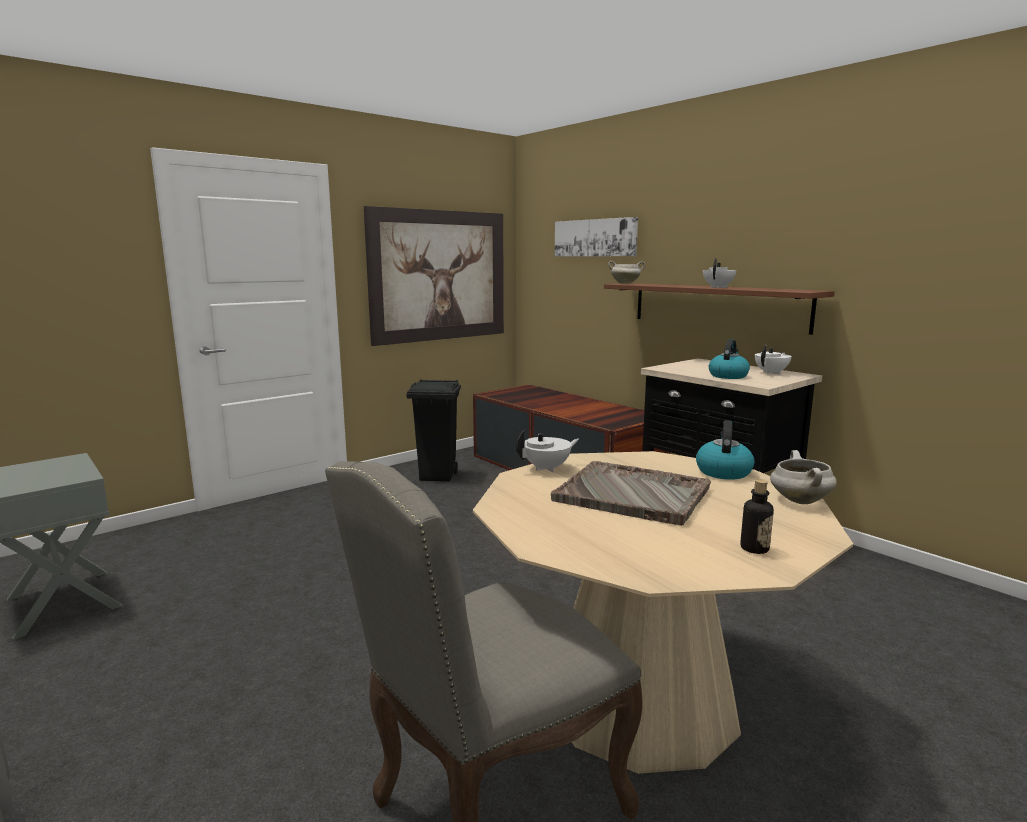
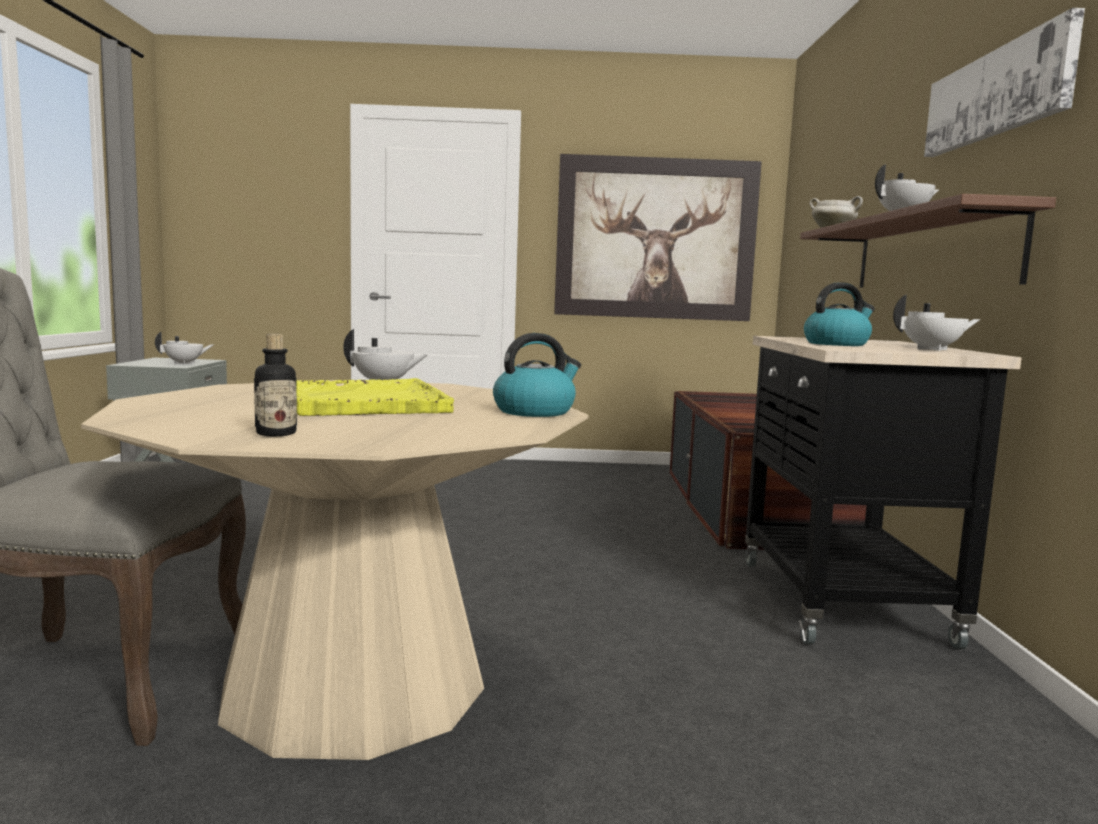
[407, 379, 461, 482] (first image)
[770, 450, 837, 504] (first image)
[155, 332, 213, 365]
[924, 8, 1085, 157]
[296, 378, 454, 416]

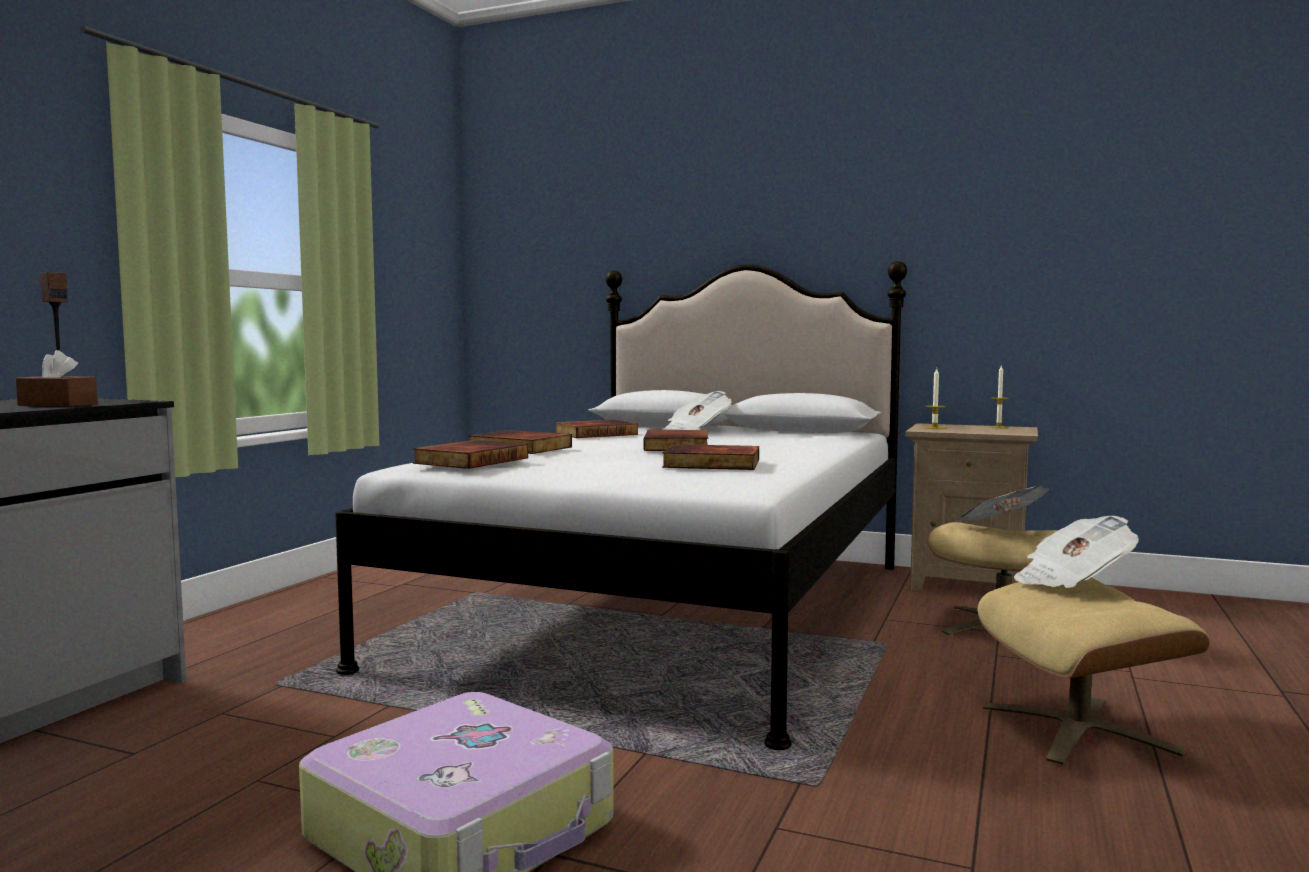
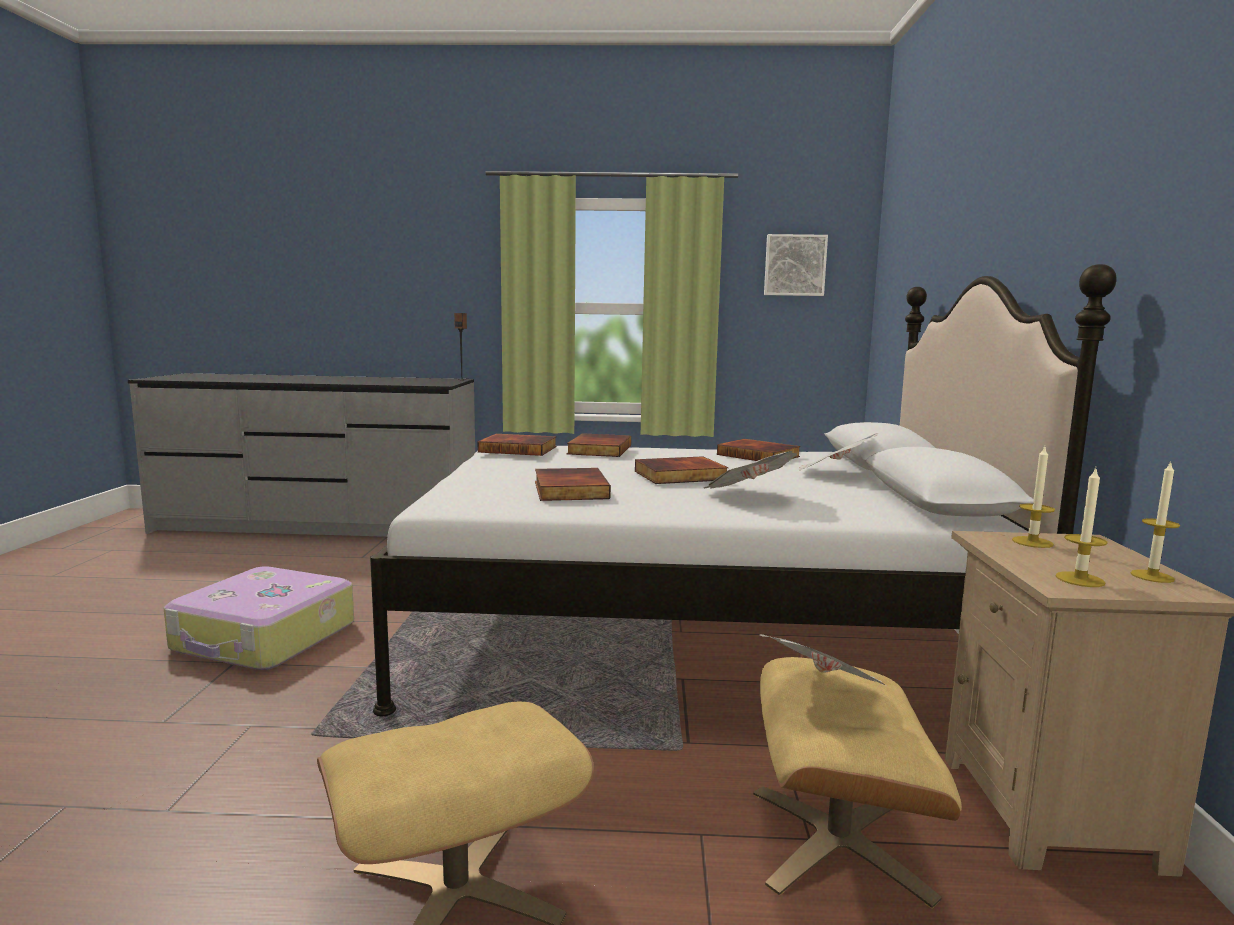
[16, 350, 98, 407] (first image)
[764, 234, 828, 296]
[1055, 468, 1108, 587]
[704, 451, 797, 489]

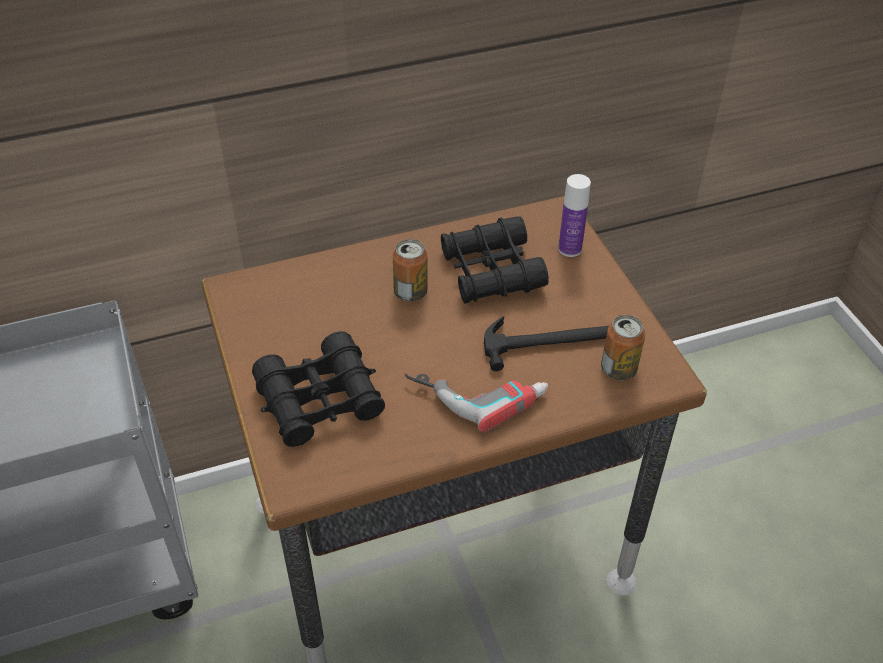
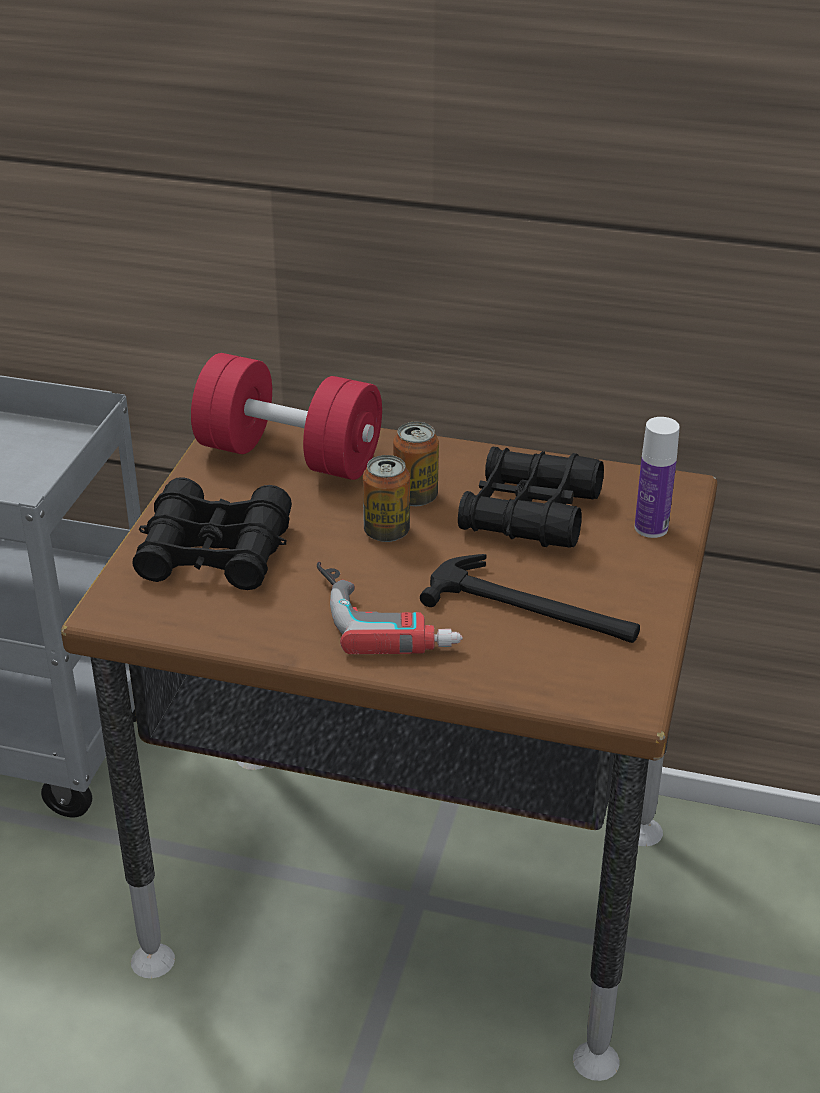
[191, 353, 382, 480]
[363, 455, 410, 542]

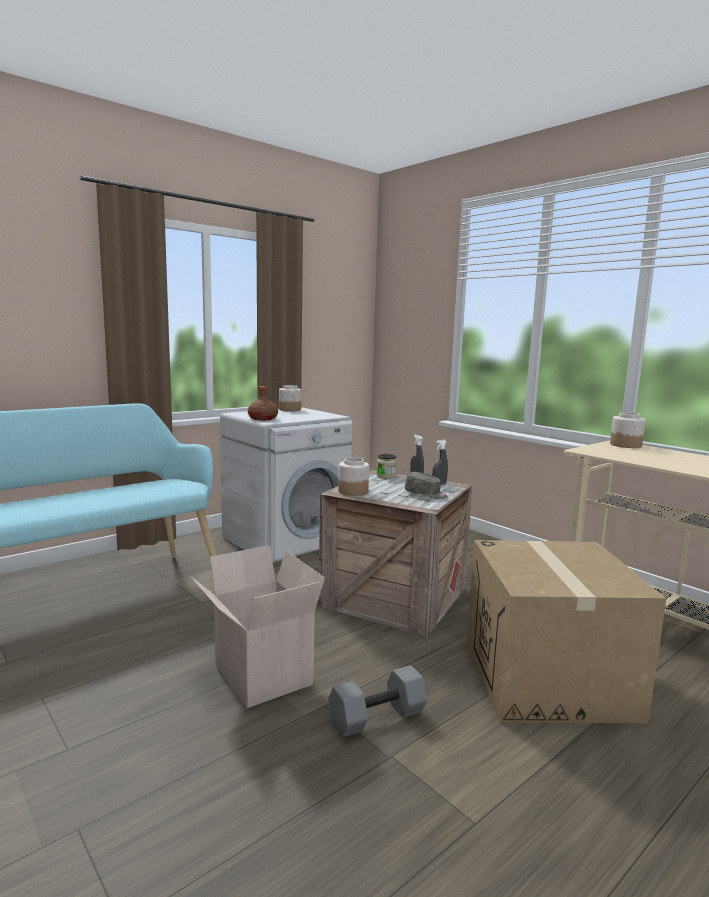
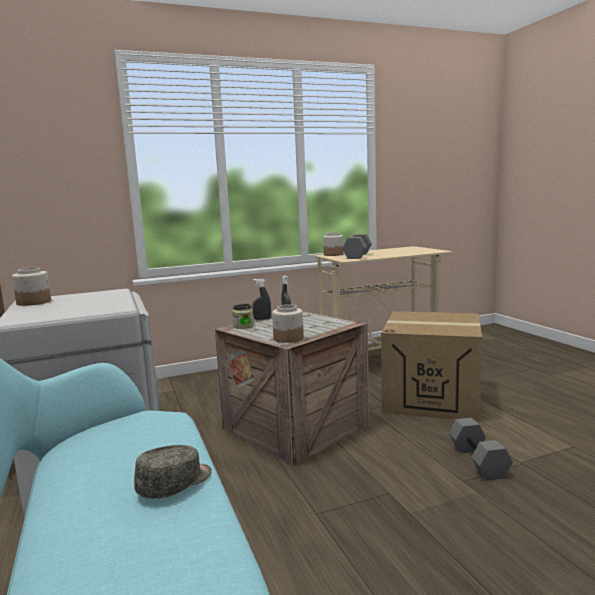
[191, 545, 325, 708] (first image)
[248, 386, 278, 420] (first image)
[342, 234, 372, 259]
[134, 445, 212, 499]

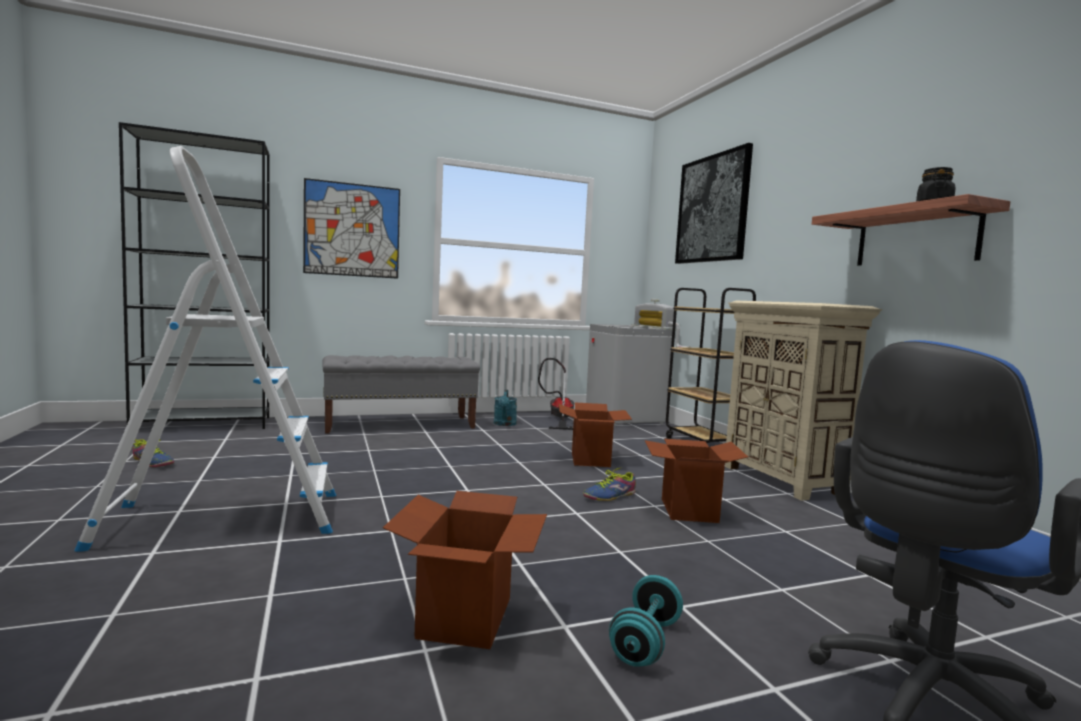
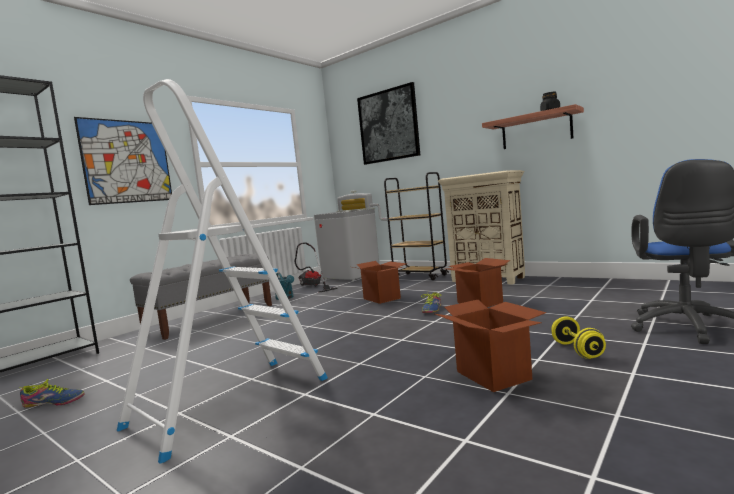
[551, 316, 606, 359]

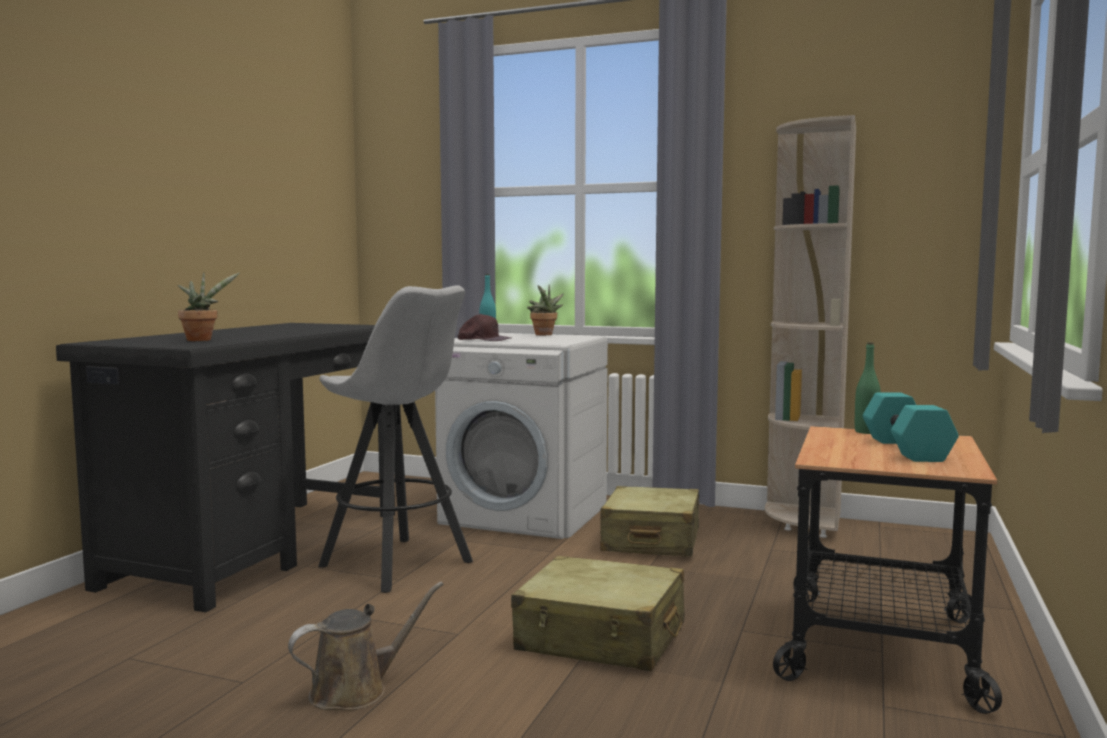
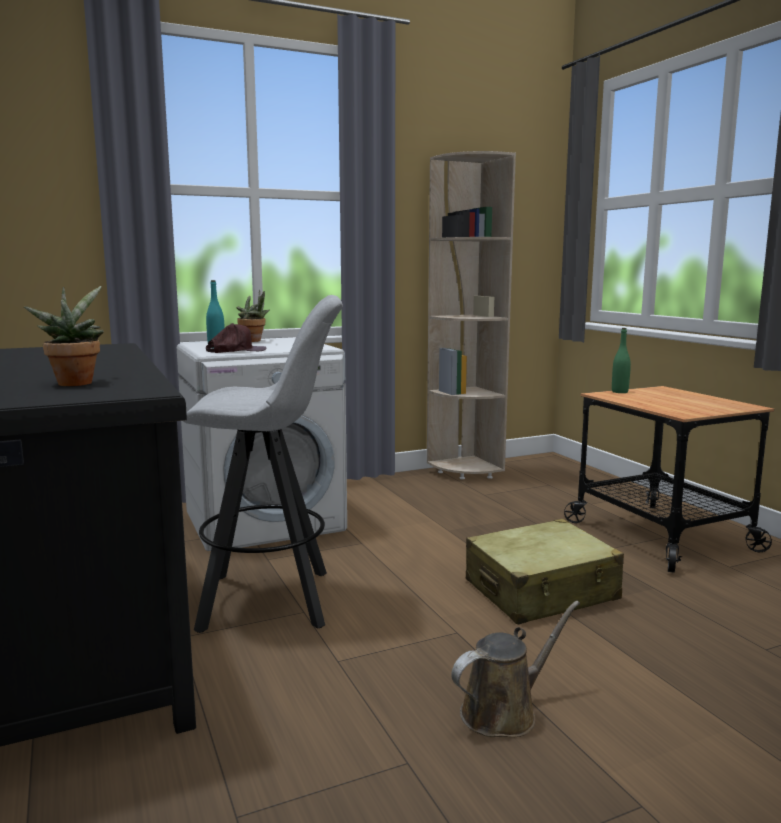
[600, 486, 699, 557] (first image)
[863, 393, 959, 462] (first image)
[451, 601, 580, 738]

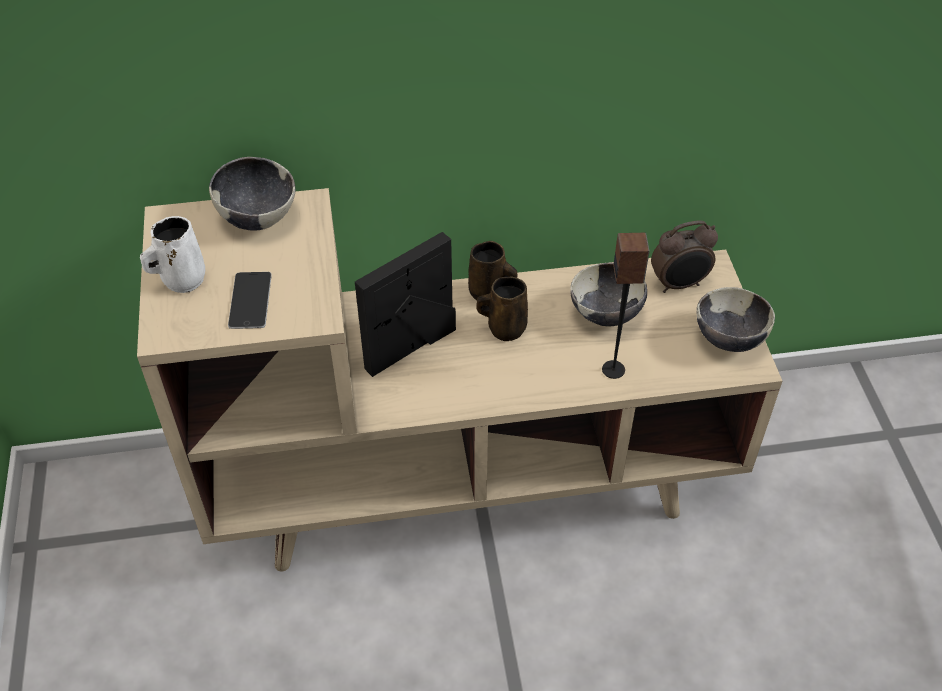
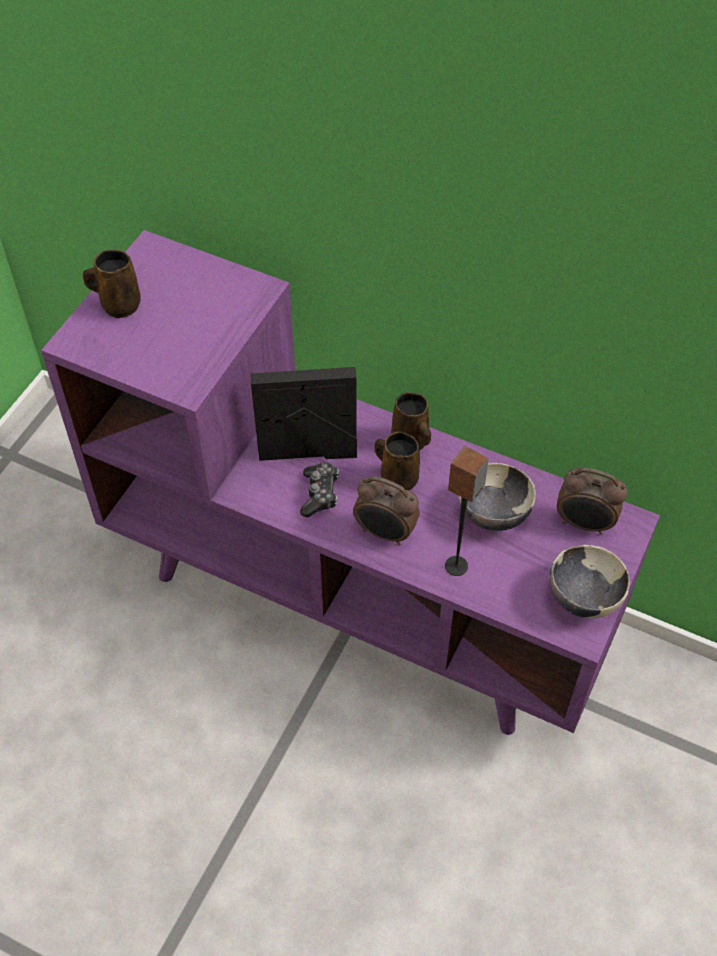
[209, 157, 295, 231] (first image)
[228, 272, 272, 329] (first image)
[300, 462, 339, 517]
[353, 476, 420, 545]
[41, 230, 660, 735]
[83, 250, 141, 318]

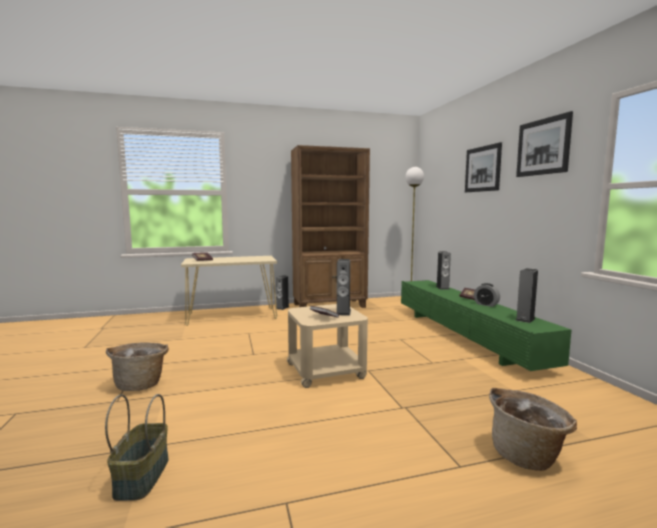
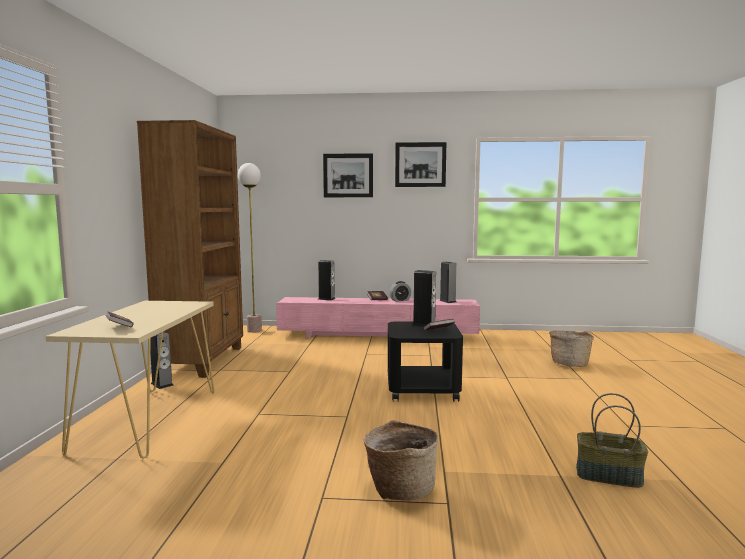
[388, 321, 463, 402]
[276, 297, 480, 339]

